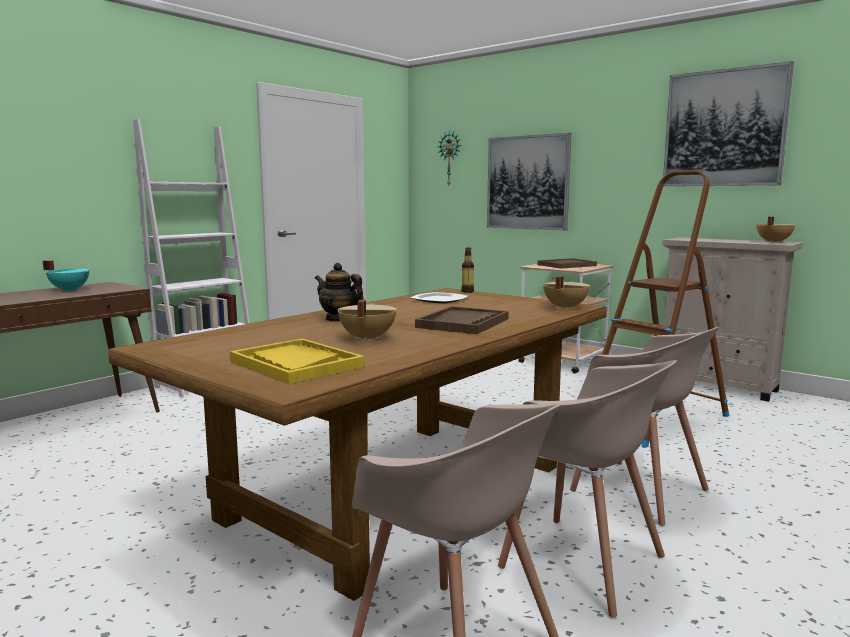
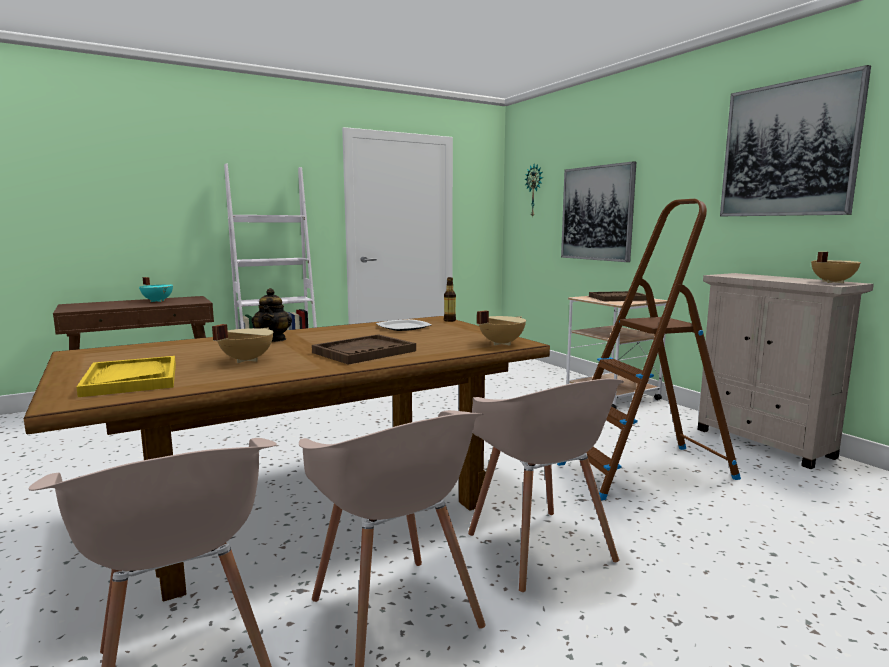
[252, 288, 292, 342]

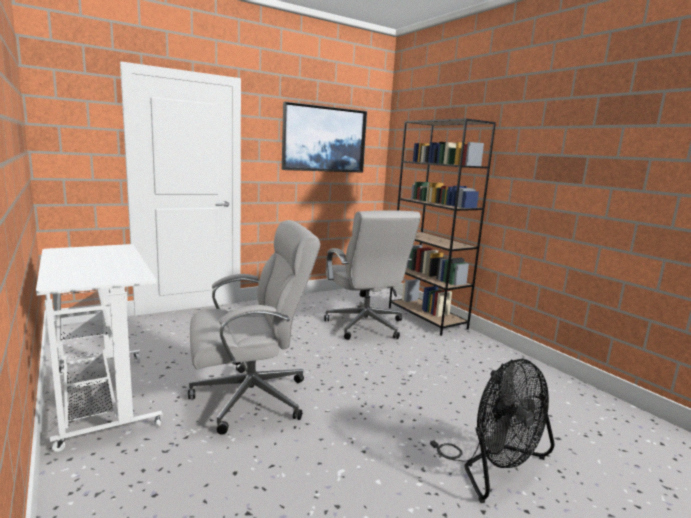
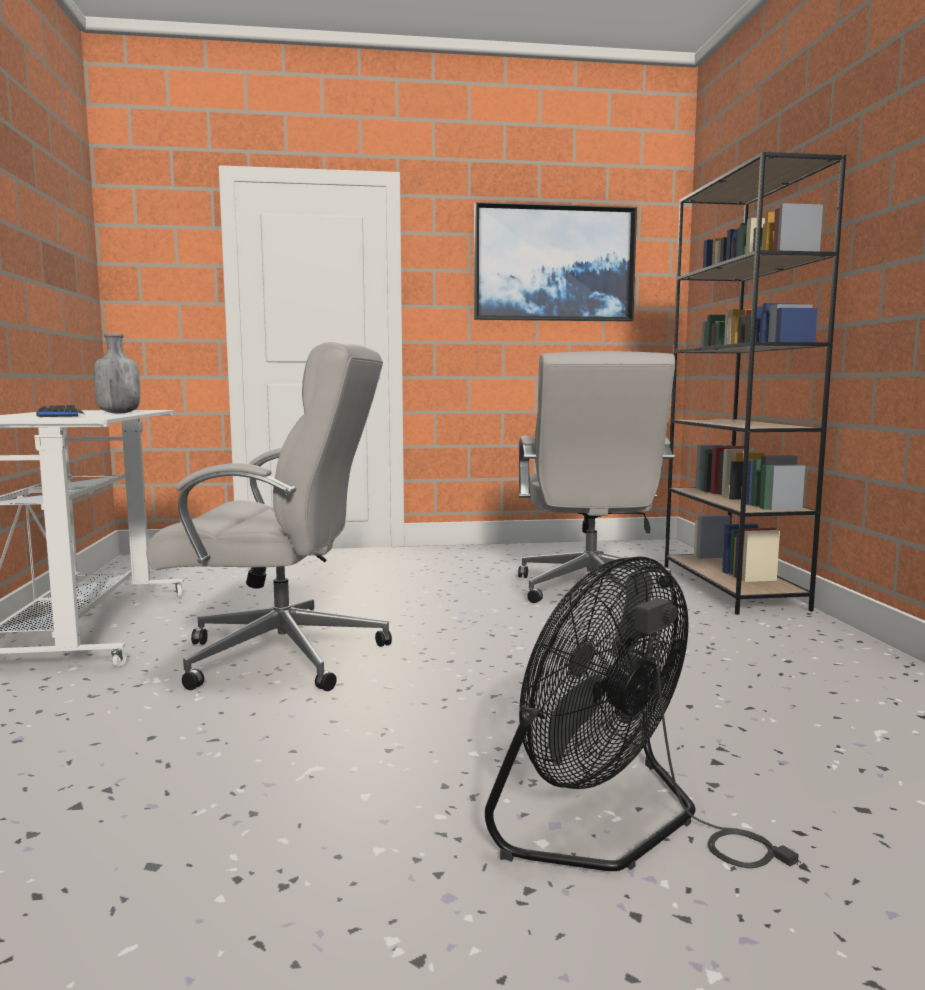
[36, 405, 84, 417]
[94, 333, 140, 413]
[485, 557, 801, 871]

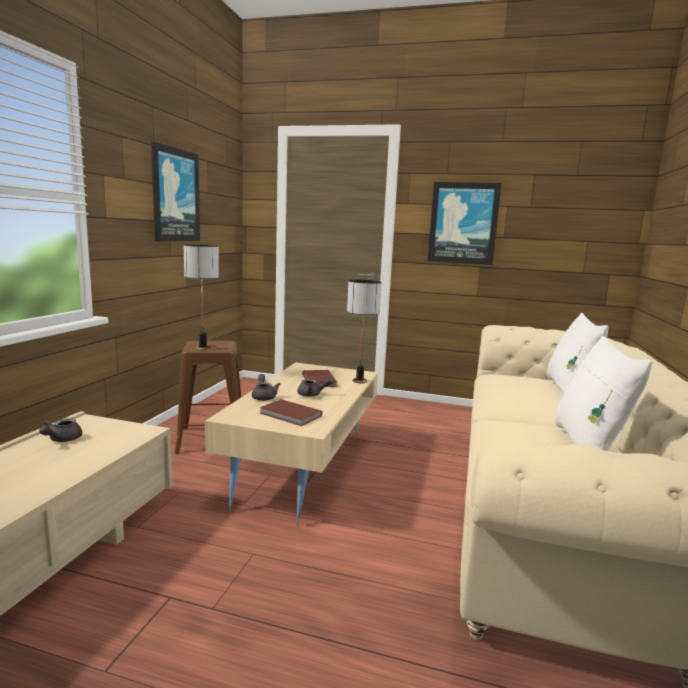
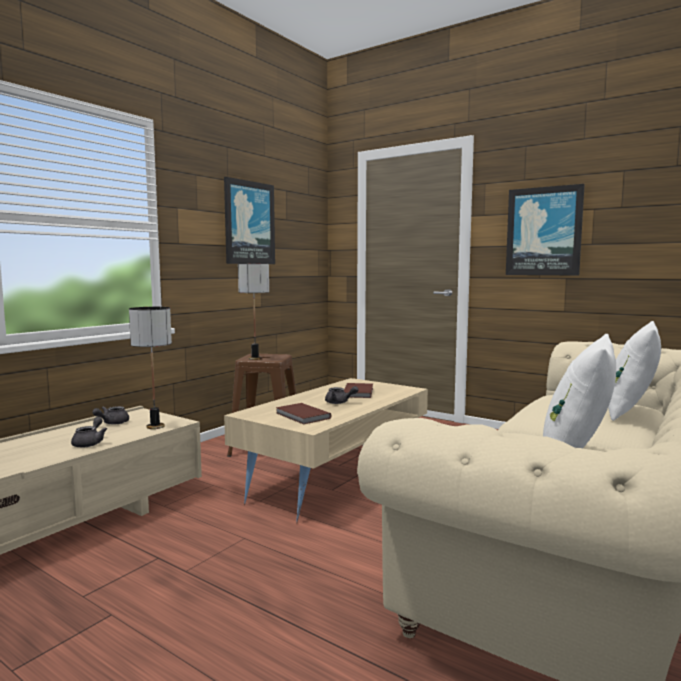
[71, 417, 107, 448]
[129, 307, 172, 429]

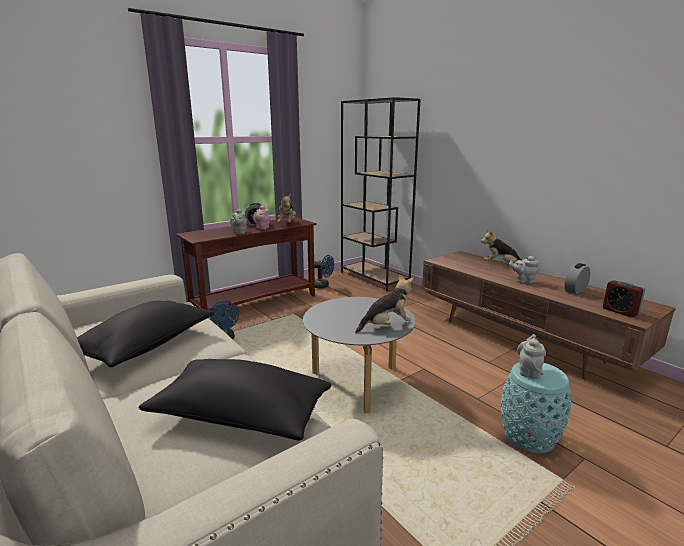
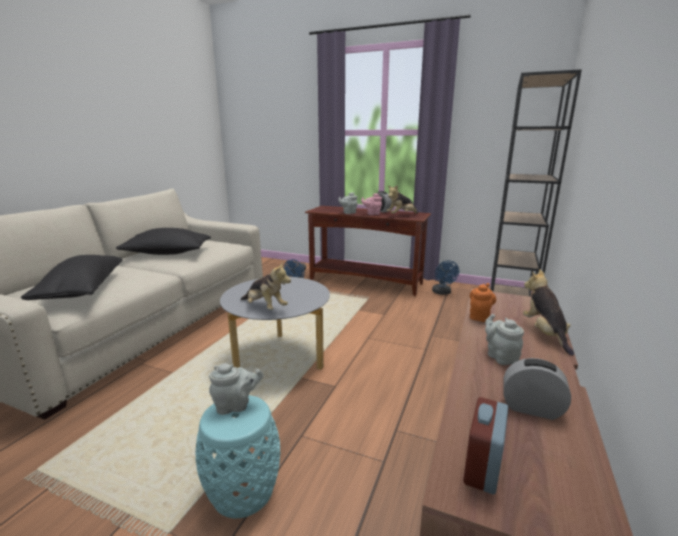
[470, 283, 496, 322]

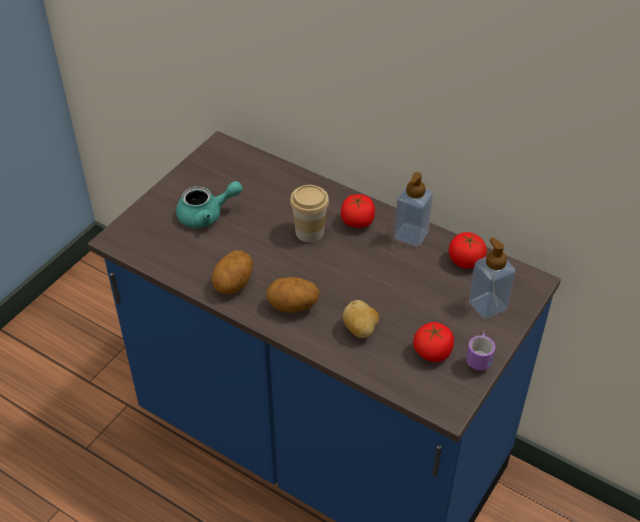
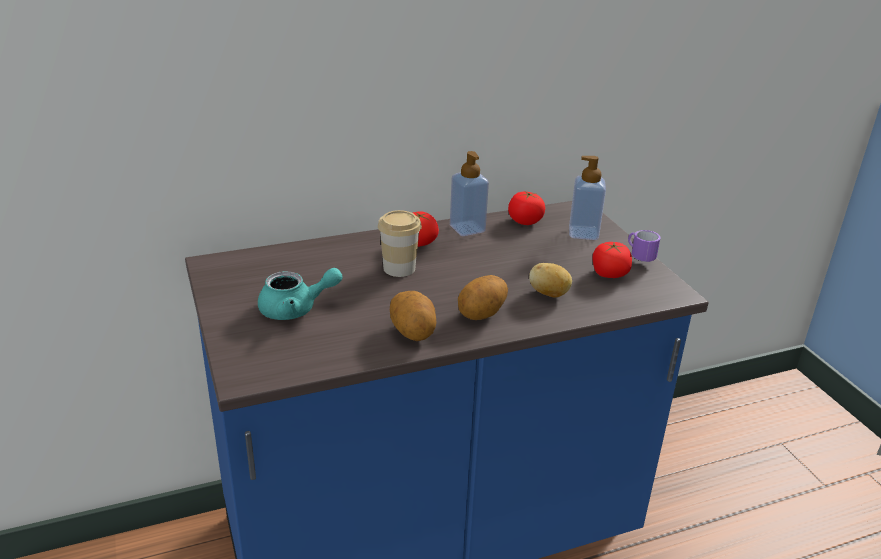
[258, 268, 343, 320]

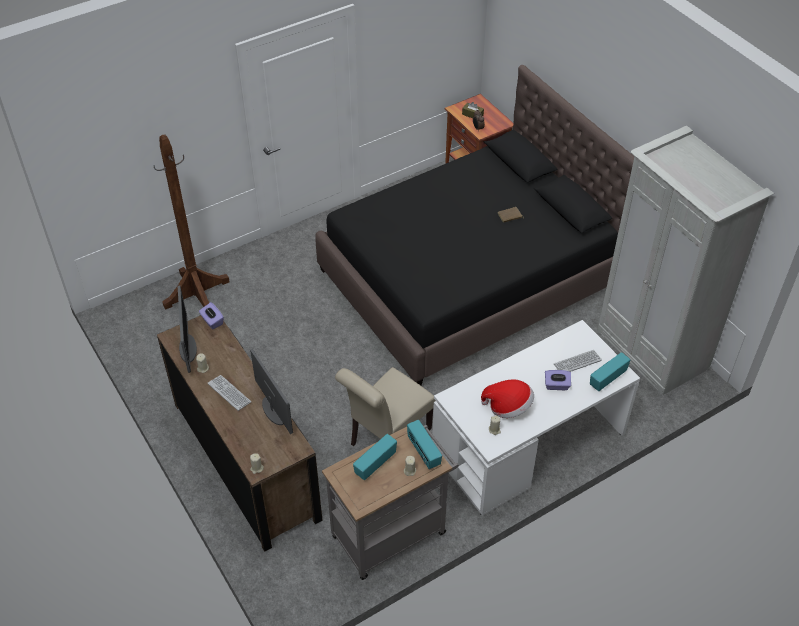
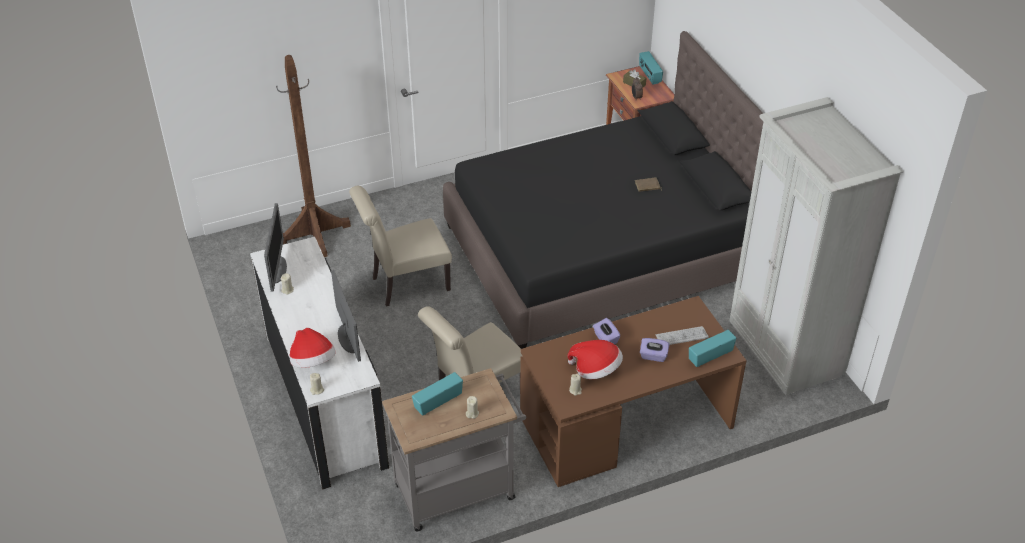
[208, 375, 251, 411] (first image)
[289, 328, 335, 368]
[349, 186, 452, 307]
[593, 318, 620, 344]
[639, 51, 663, 85]
[250, 236, 389, 490]
[520, 296, 747, 487]

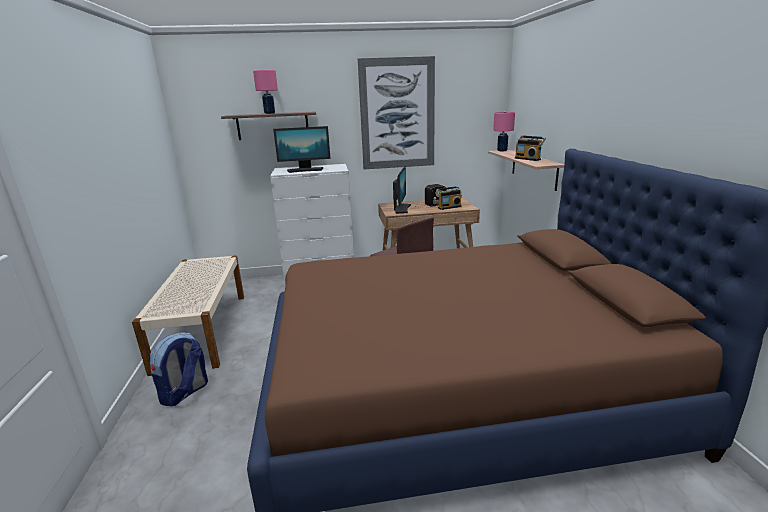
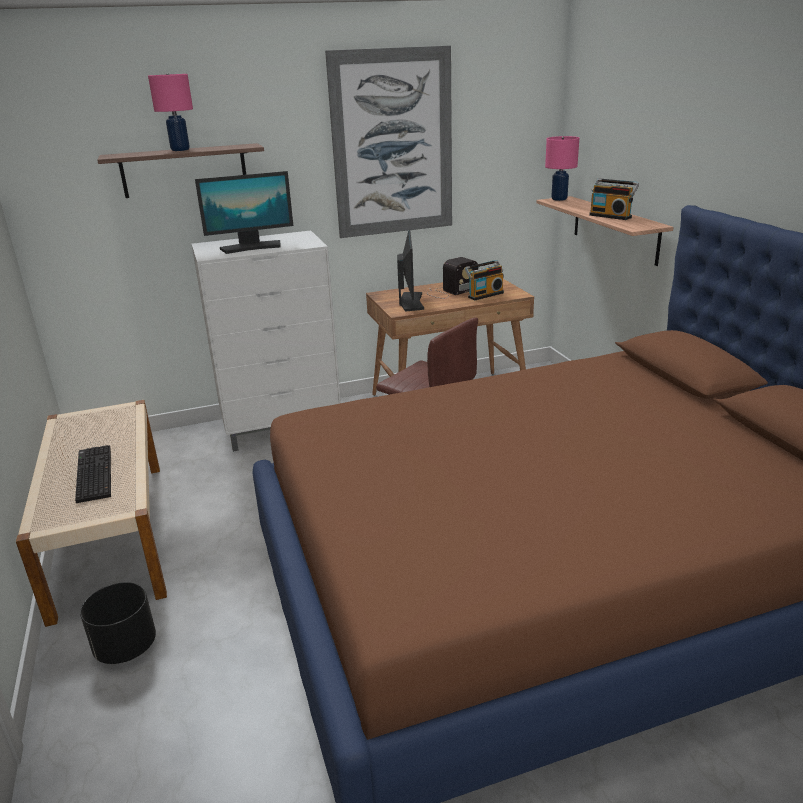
[75, 445, 111, 503]
[80, 582, 156, 664]

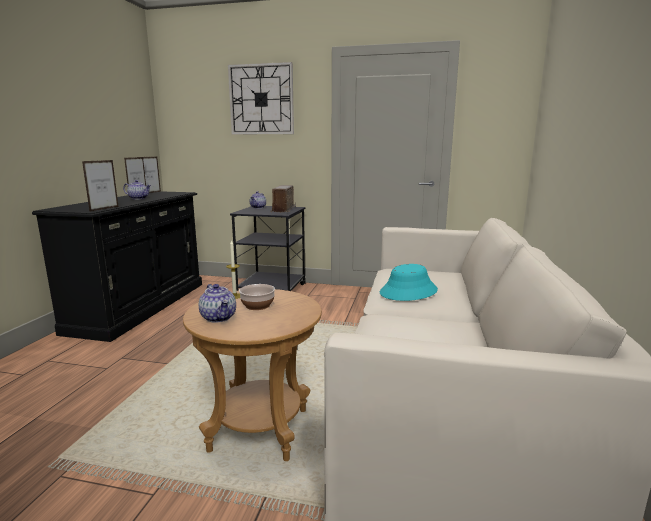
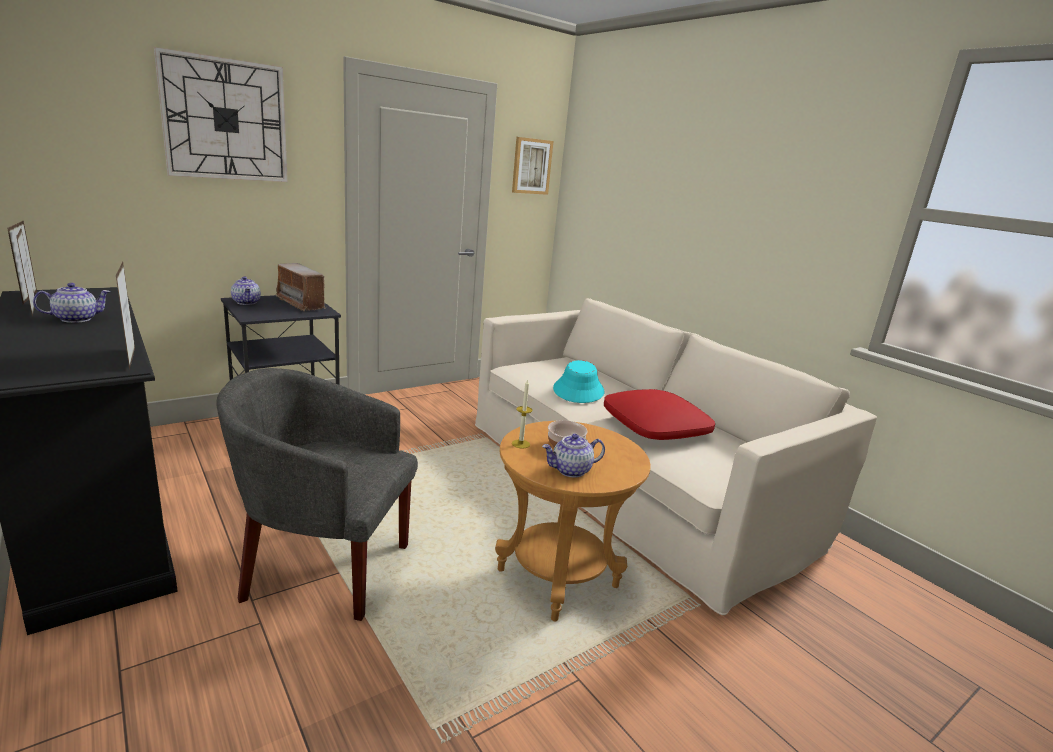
[216, 368, 418, 621]
[512, 137, 553, 195]
[604, 389, 715, 440]
[542, 434, 605, 478]

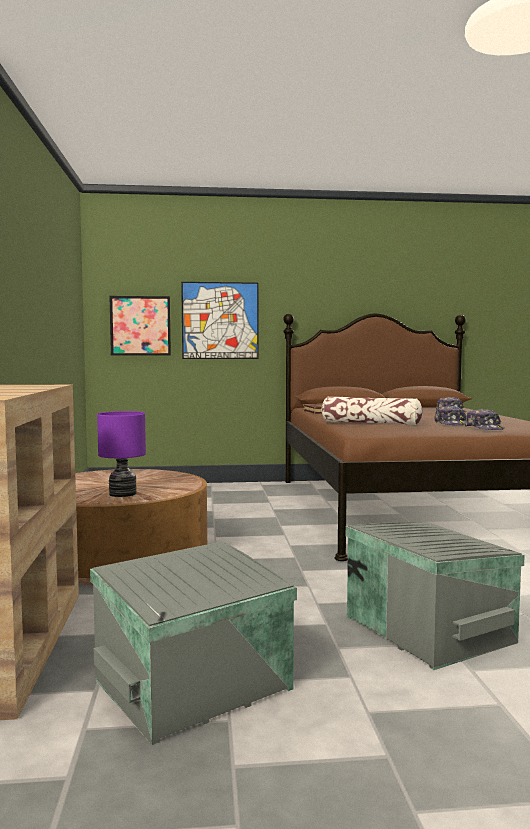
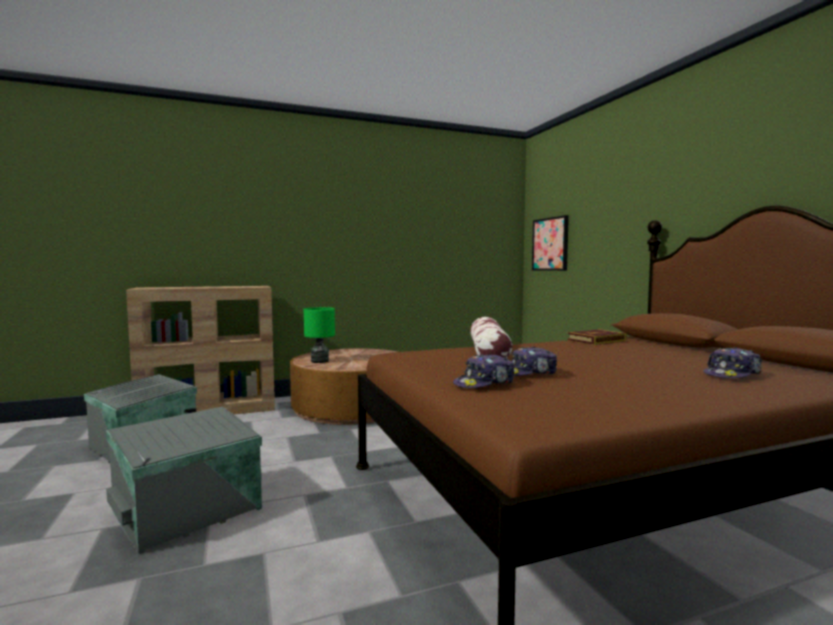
[181, 282, 258, 359] (first image)
[304, 307, 335, 363]

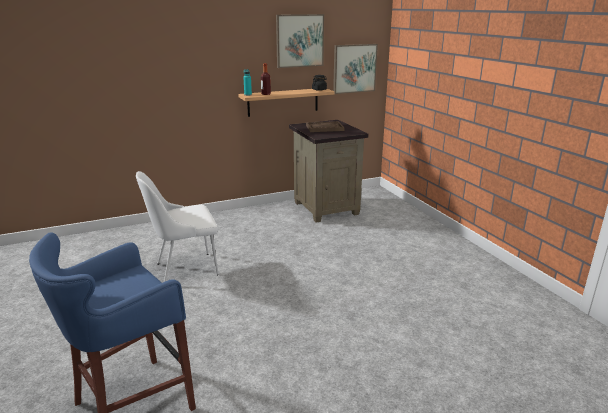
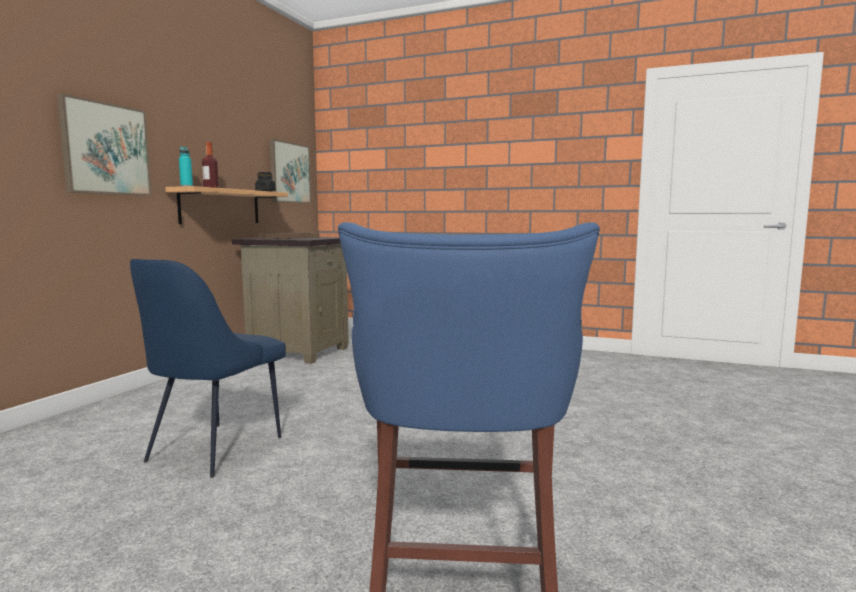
[57, 94, 151, 196]
[130, 259, 286, 478]

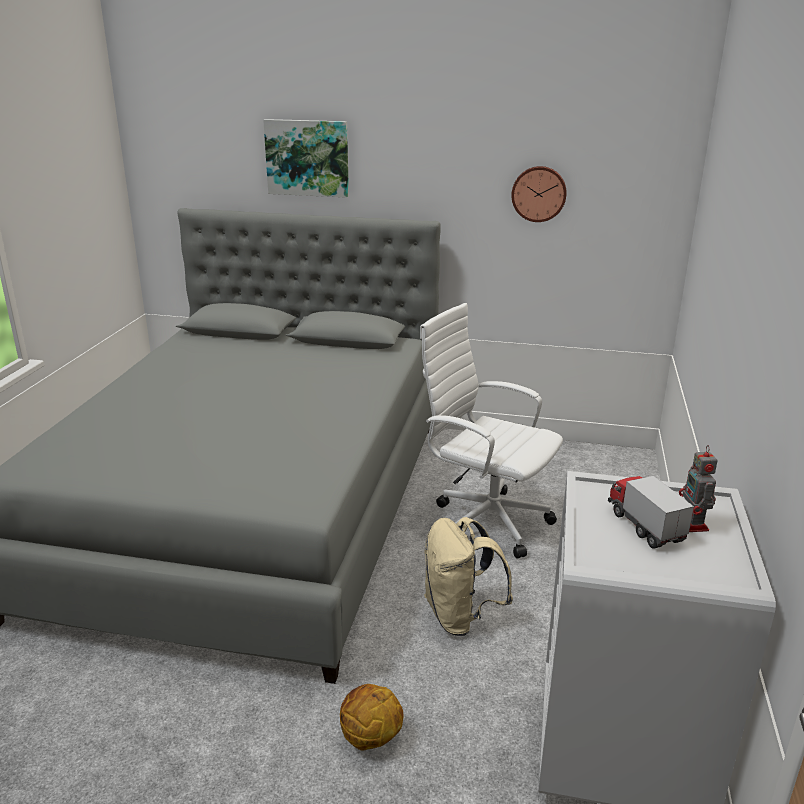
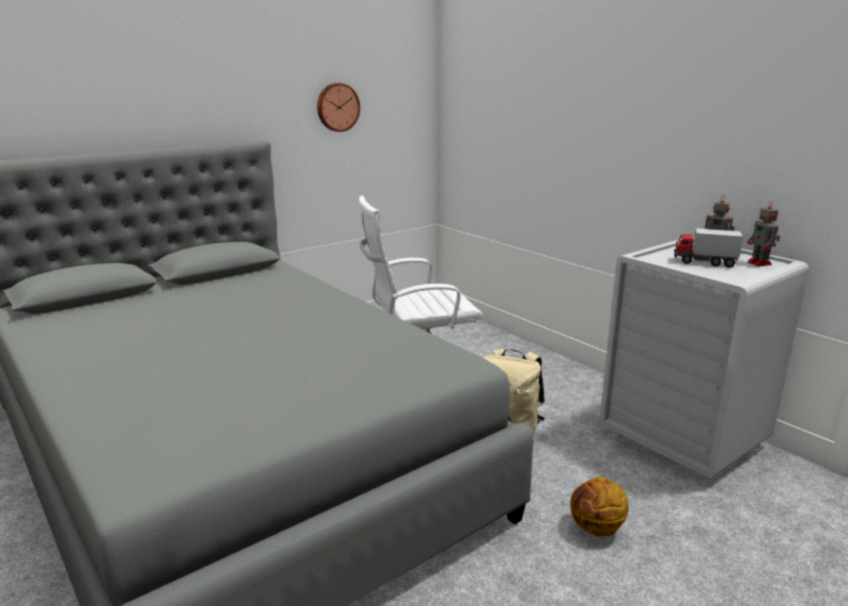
[263, 119, 349, 198] (first image)
[747, 201, 780, 266]

